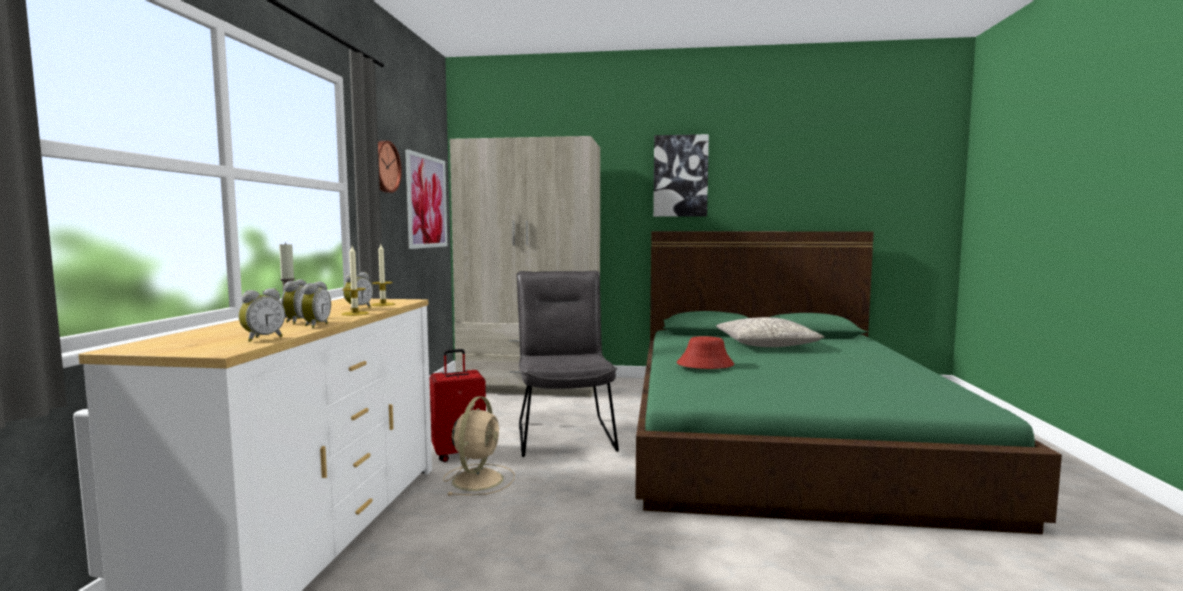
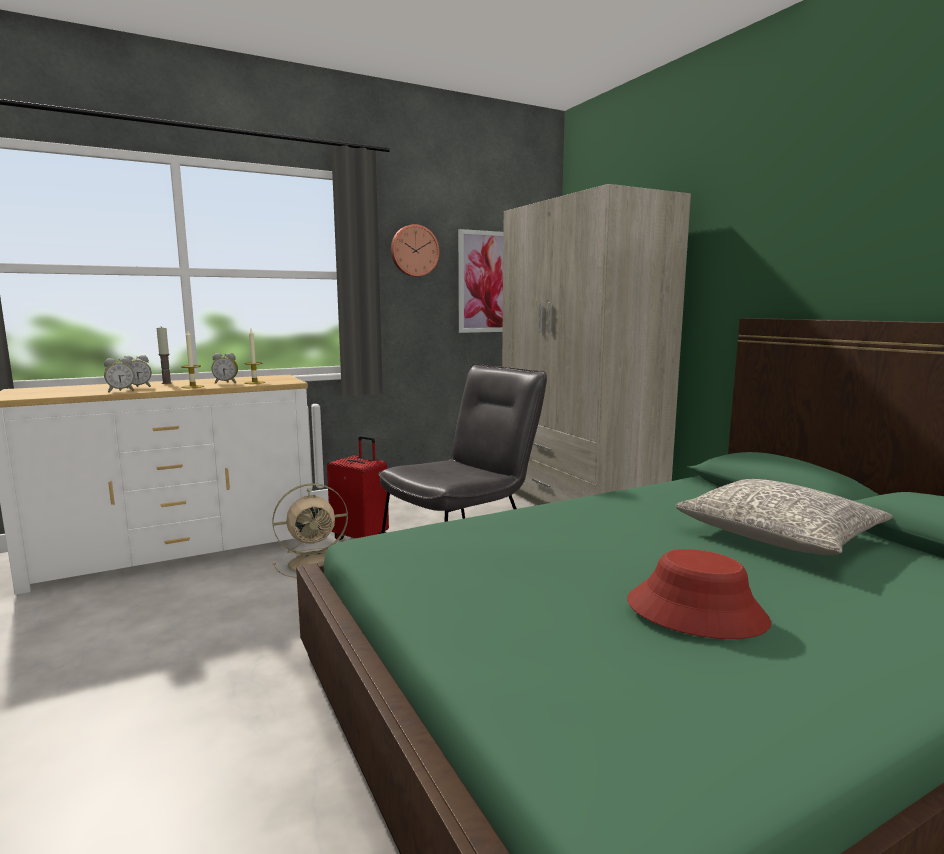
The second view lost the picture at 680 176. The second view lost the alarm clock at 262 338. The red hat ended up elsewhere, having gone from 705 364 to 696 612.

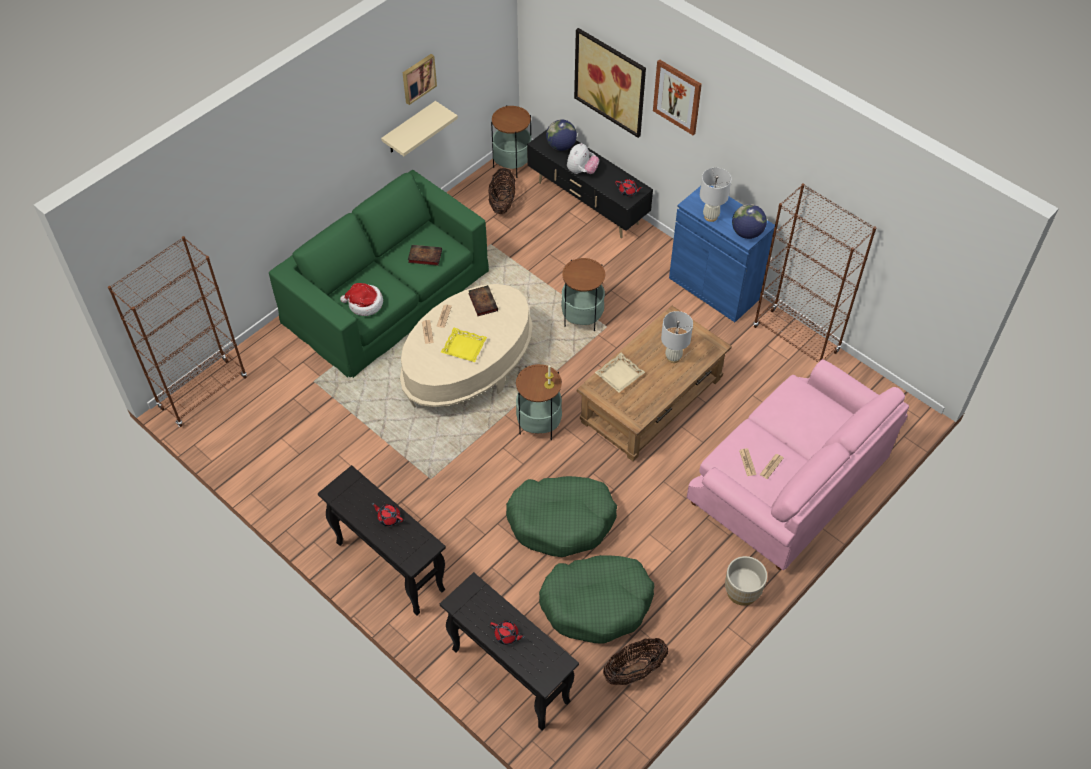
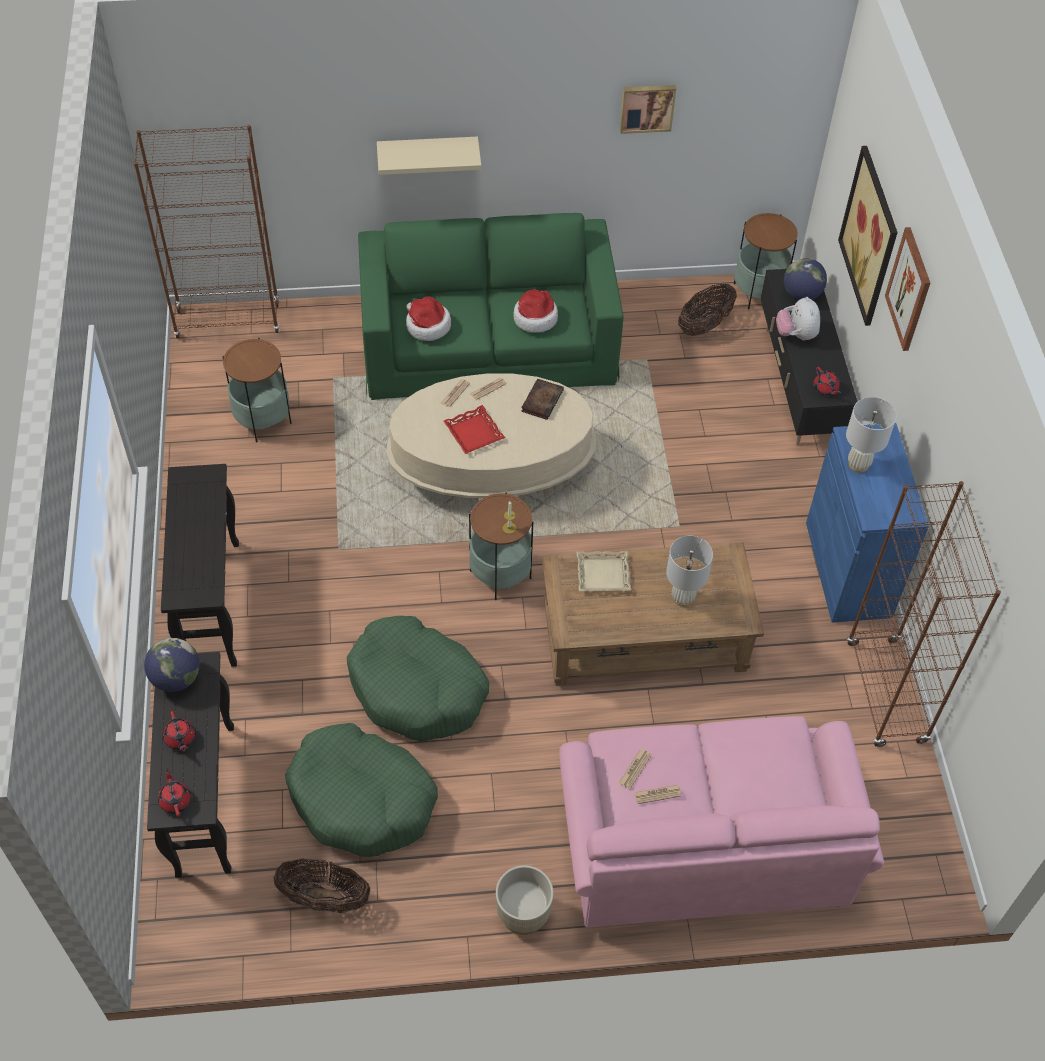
The beige shelf ended up elsewhere, having gone from 409 128 to 427 152. The plush toy at 581 171 ended up facing another way, 105 degrees clockwise from before. The globe ended up elsewhere, having gone from 747 233 to 176 678. Where the book stood at 424 256, the hat came to stand at 535 317. The side table ended up elsewhere, having gone from 582 317 to 263 420. What was the yellow tray at 464 347 turned into the red tray at 473 433. The red teapot ended up elsewhere, having gone from 388 518 to 175 800.

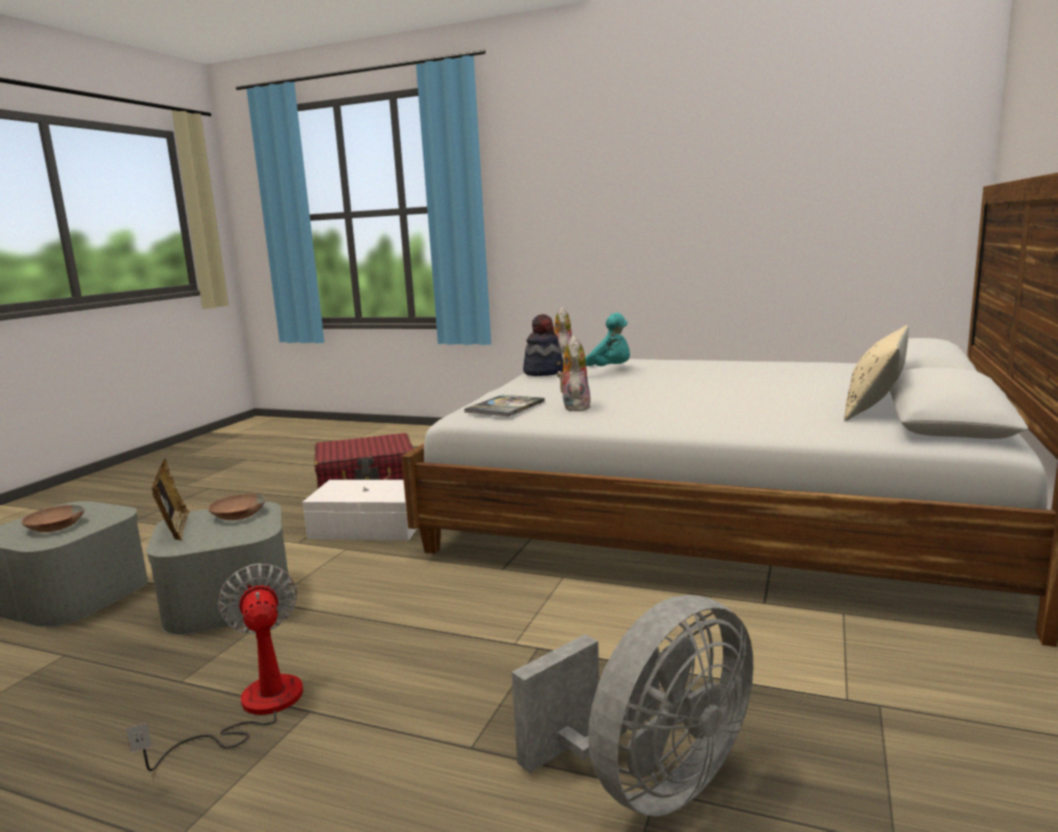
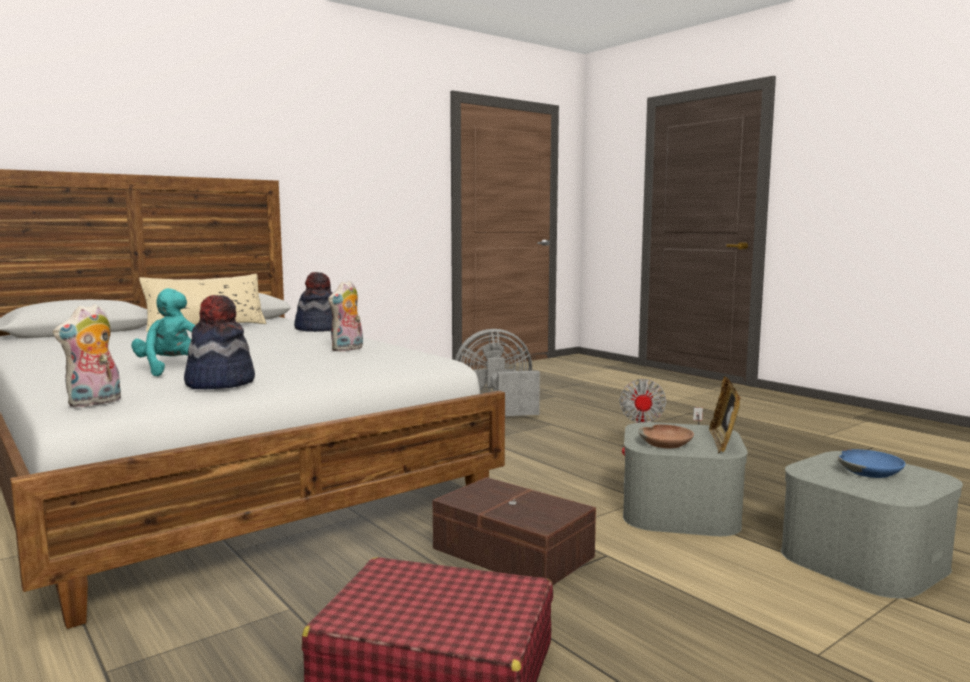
The second view lost the book at 505 407. What was the white storage box at 368 526 turned into the brown storage box at 512 554. What was the brown bowl at 54 526 turned into the blue bowl at 870 472. The second view gained the hat at 317 329.

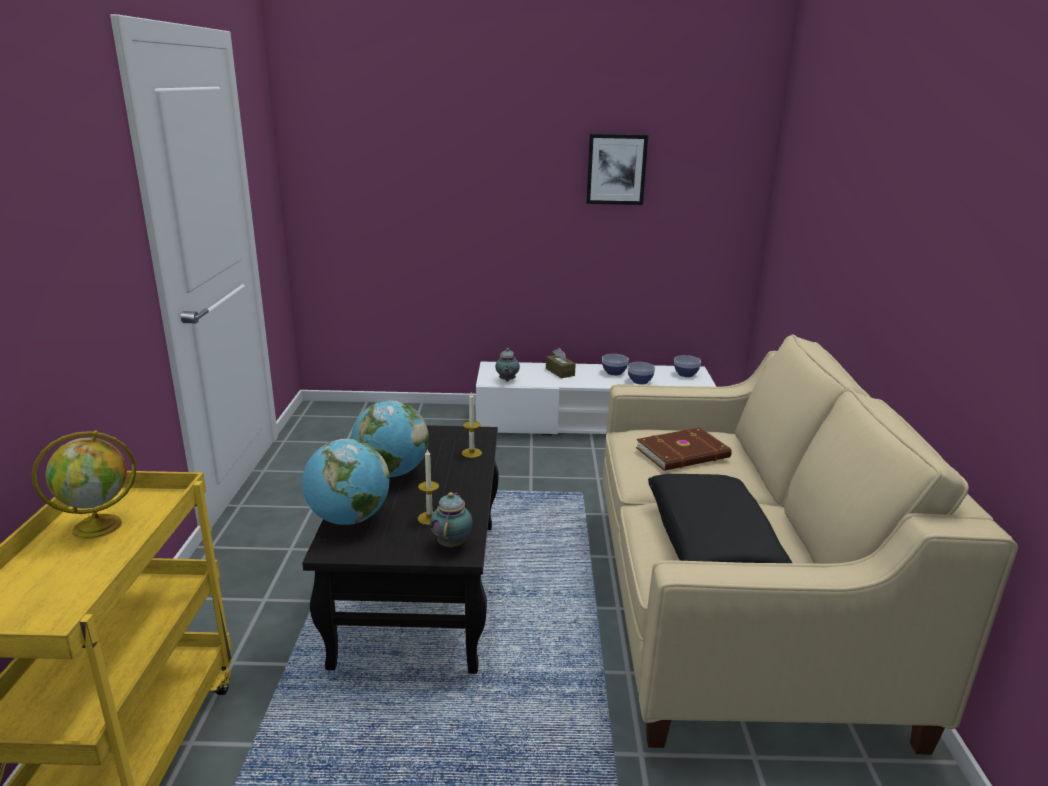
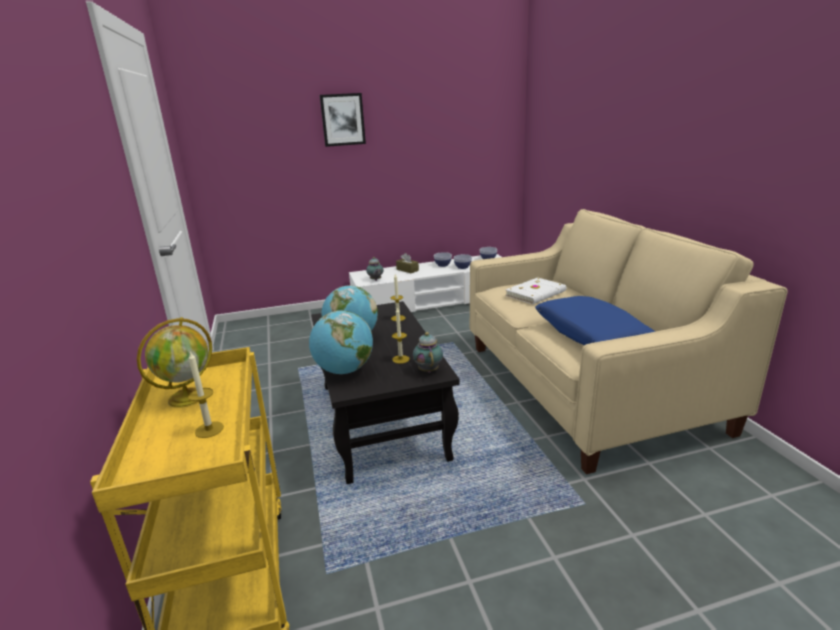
The picture ended up elsewhere, having gone from 616 169 to 342 119. What was the brown book at 684 453 turned into the white book at 536 294. What was the black pillow at 711 540 turned into the blue pillow at 591 335. The second view gained the candle at 209 429.

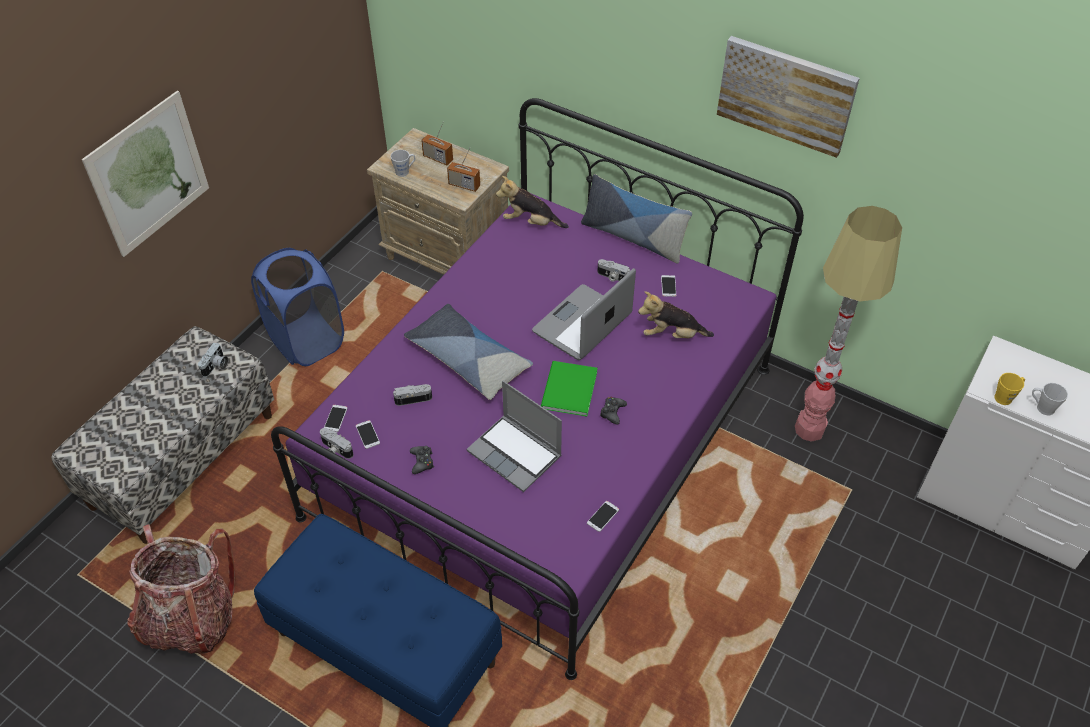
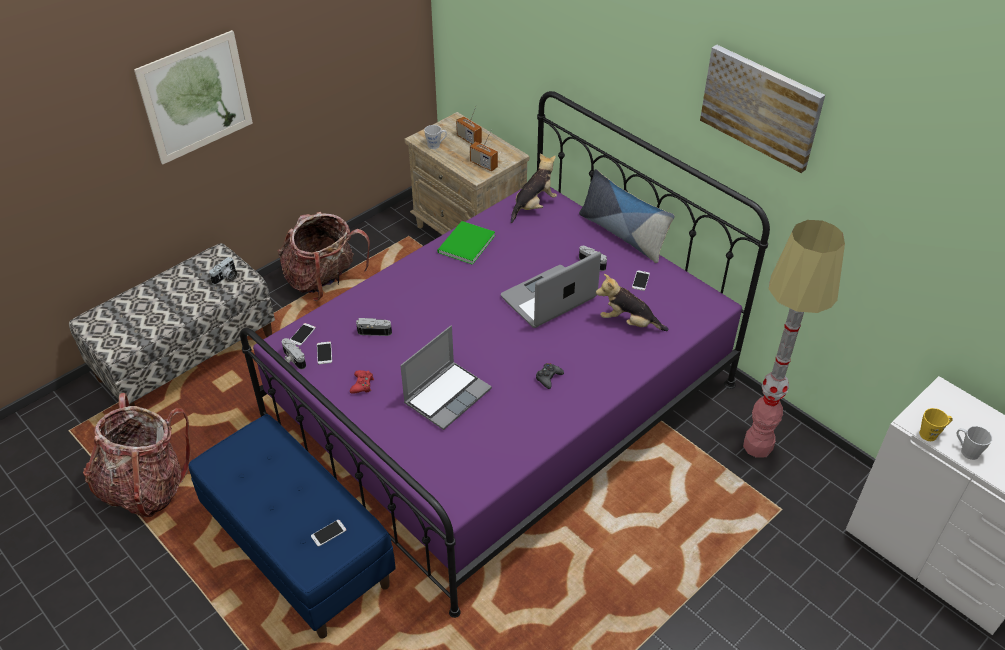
The plush toy at 531 222 ended up facing another way, 105 degrees clockwise from before. Where the blue laundry basket stood at 307 341, the backpack came to stand at 324 281. The second view lost the pillow at 468 358. The green book ended up elsewhere, having gone from 567 391 to 464 244. The laptop at 516 454 ended up facing another way, 105 degrees counterclockwise from before. What was the black game controller at 422 462 turned into the red game controller at 362 385. The phone ended up elsewhere, having gone from 603 516 to 328 533.

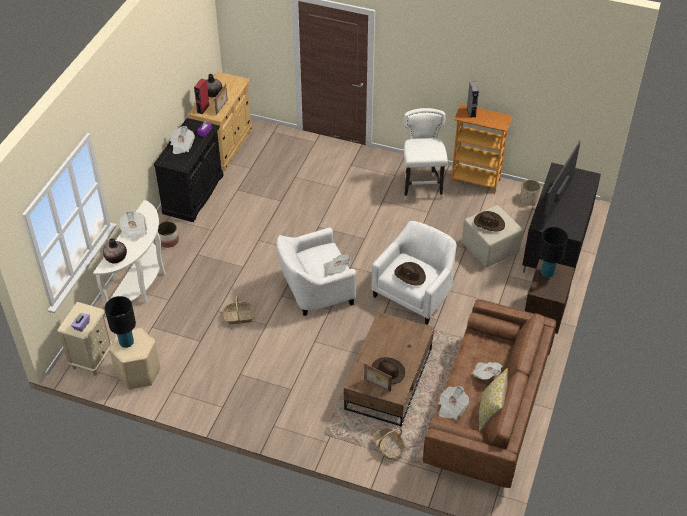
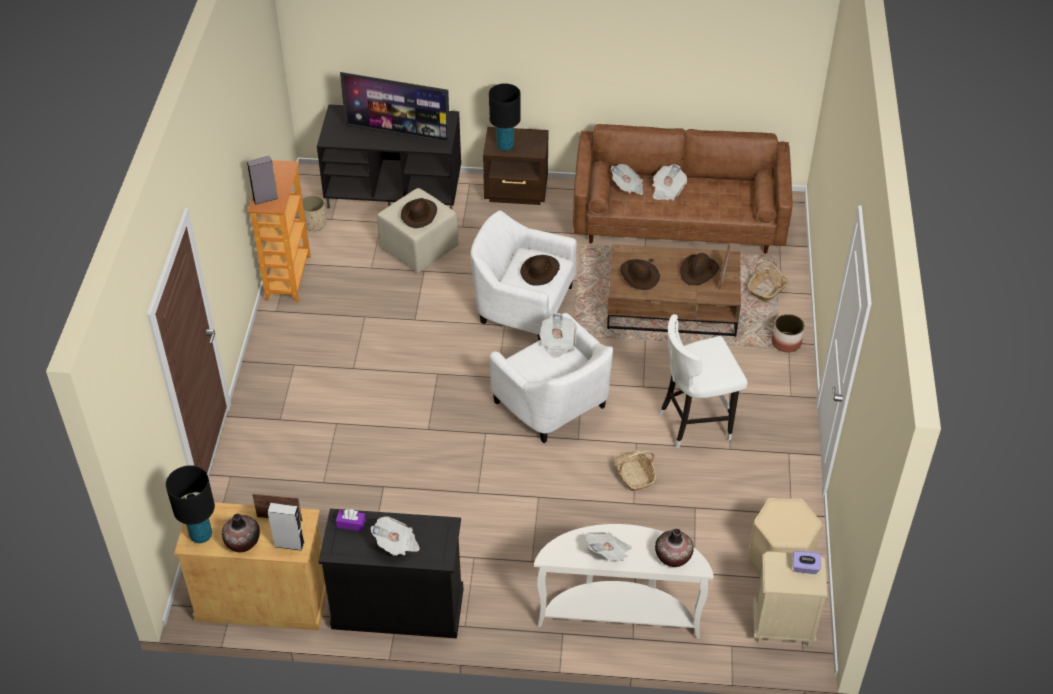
What was the red speaker at 203 109 turned into the grey speaker at 289 544. The white stool ended up elsewhere, having gone from 421 188 to 695 423. The planter ended up elsewhere, having gone from 168 241 to 786 342. The black table lamp ended up elsewhere, having gone from 126 343 to 201 535. The second view lost the pillow at 490 413. The newspaper ended up elsewhere, having gone from 451 408 to 627 187. The second view gained the brown hat at 638 276.

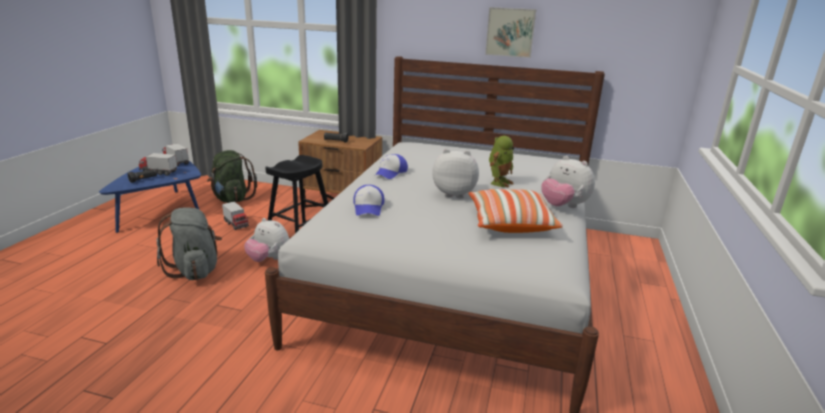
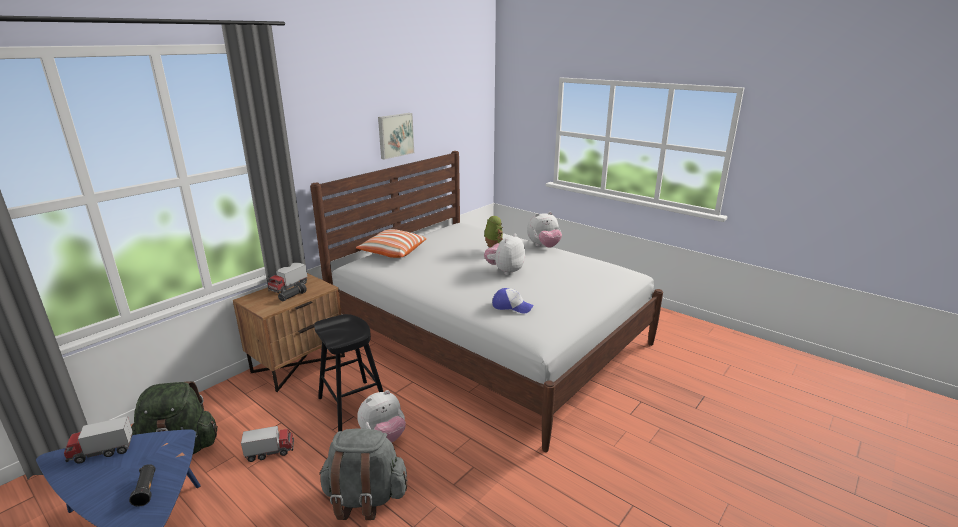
The toy truck ended up elsewhere, having gone from 159 172 to 289 287. The second view lost the cap at 391 173. The pillow ended up elsewhere, having gone from 510 223 to 392 252.

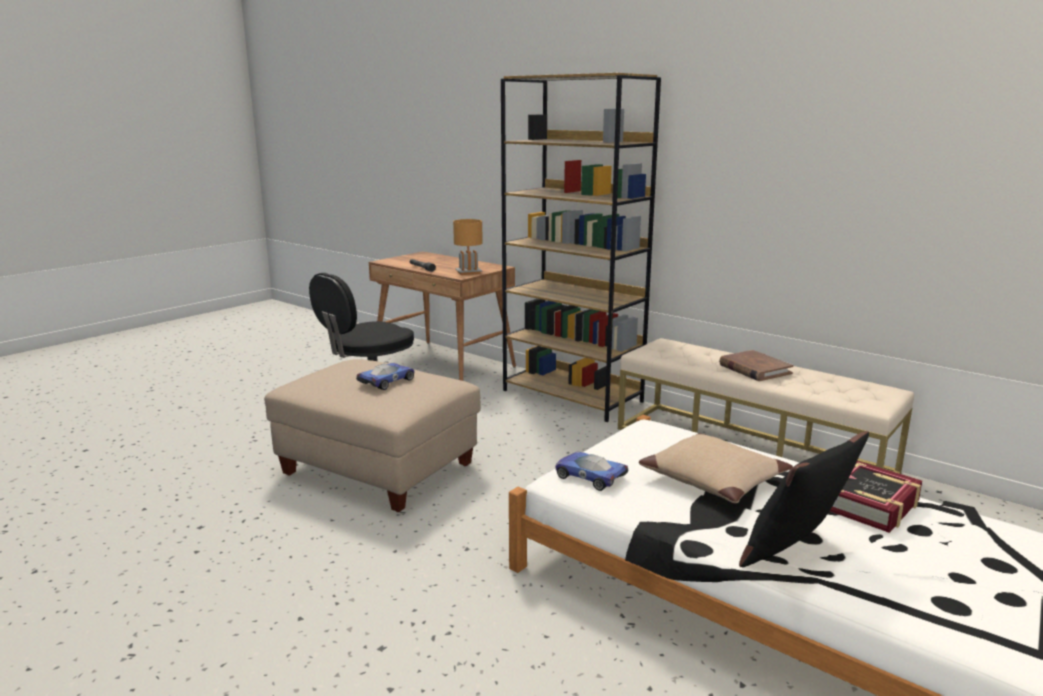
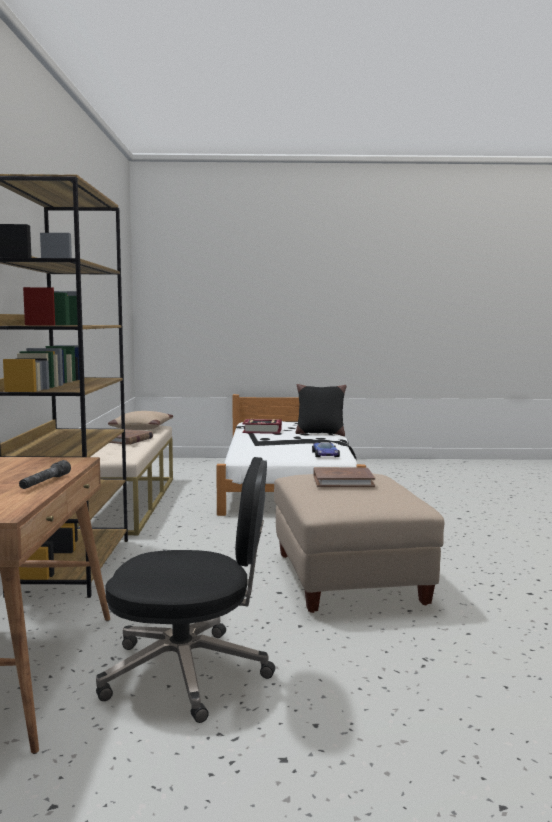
The second view lost the brown table lamp at 468 272. Where the toy car stood at 387 381, the brown book came to stand at 343 481. The beige pillow ended up elsewhere, having gone from 714 480 to 141 428.

